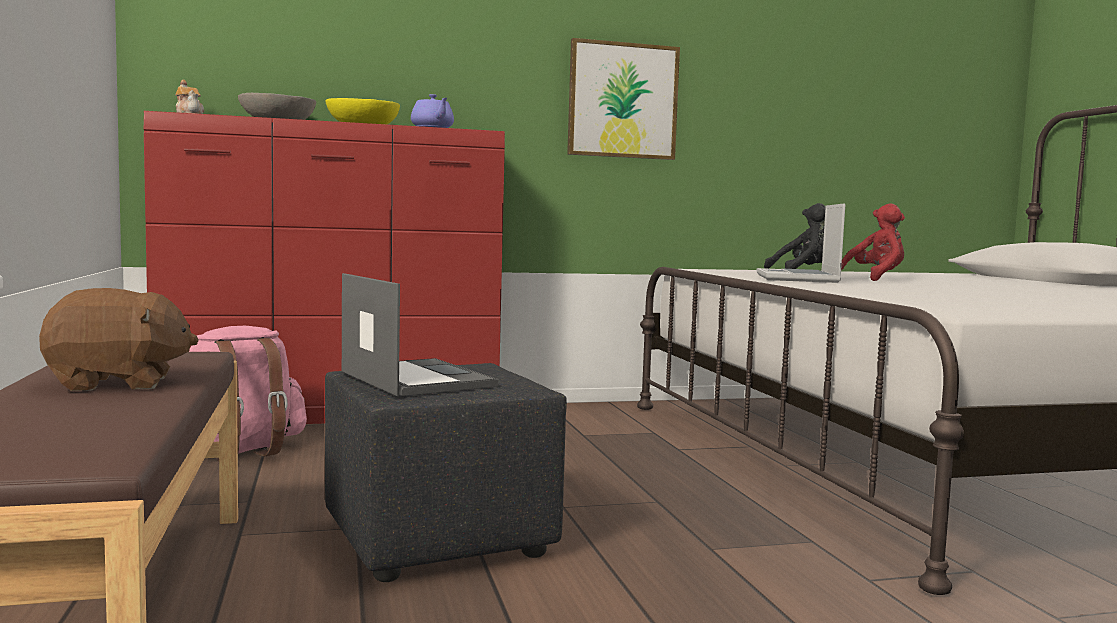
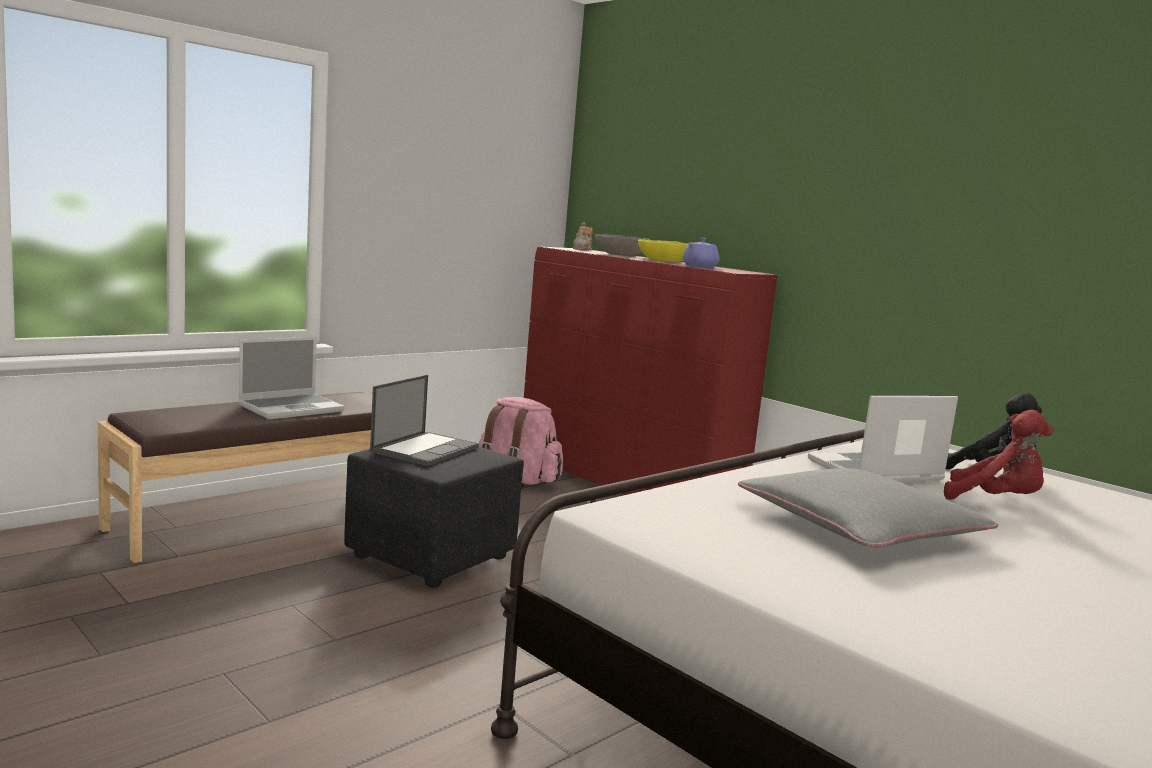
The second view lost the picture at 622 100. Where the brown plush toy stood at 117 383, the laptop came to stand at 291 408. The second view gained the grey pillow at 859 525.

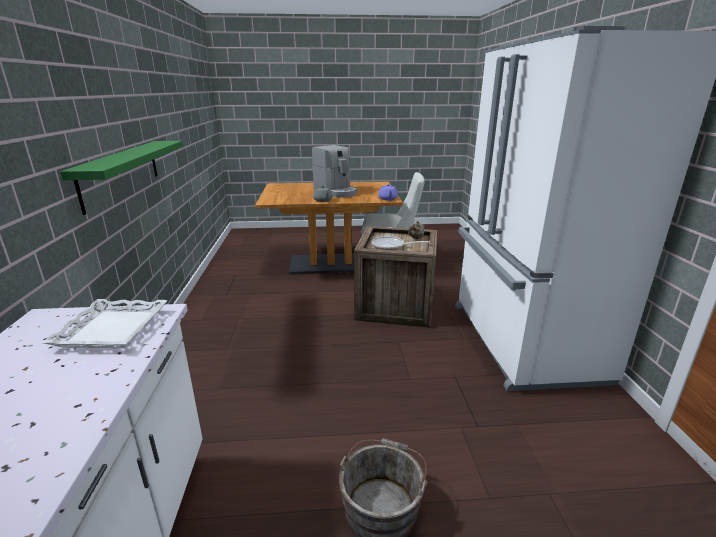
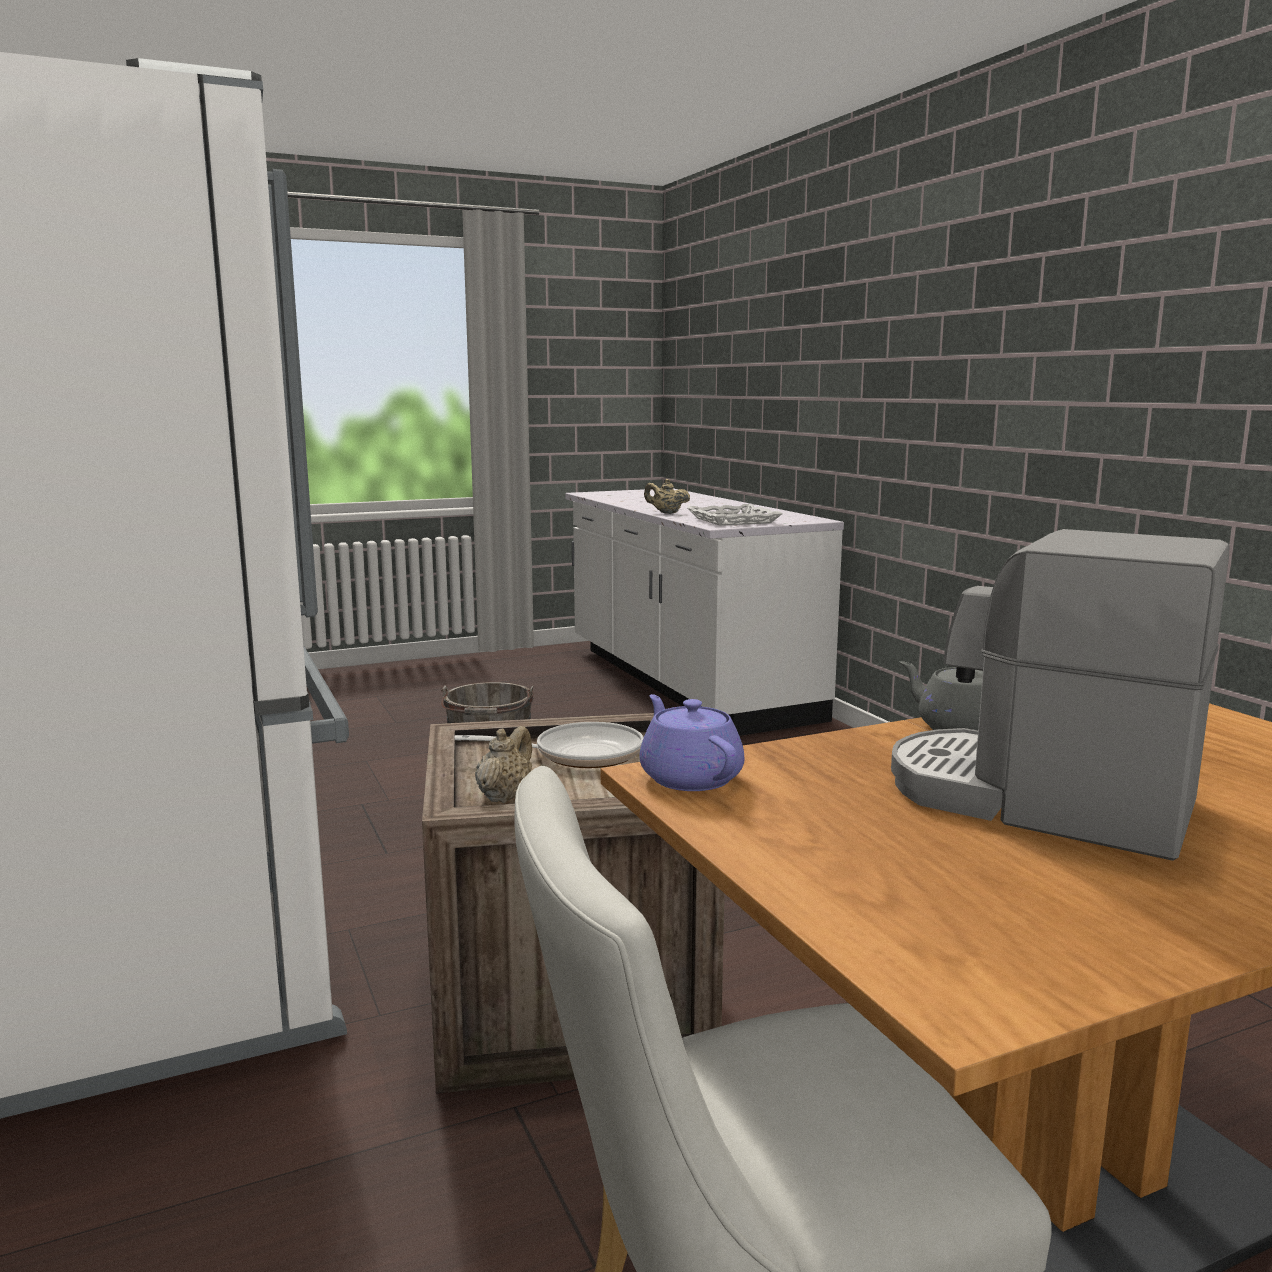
The second view lost the green shelf at 122 172. The second view gained the beige teapot at 666 513.

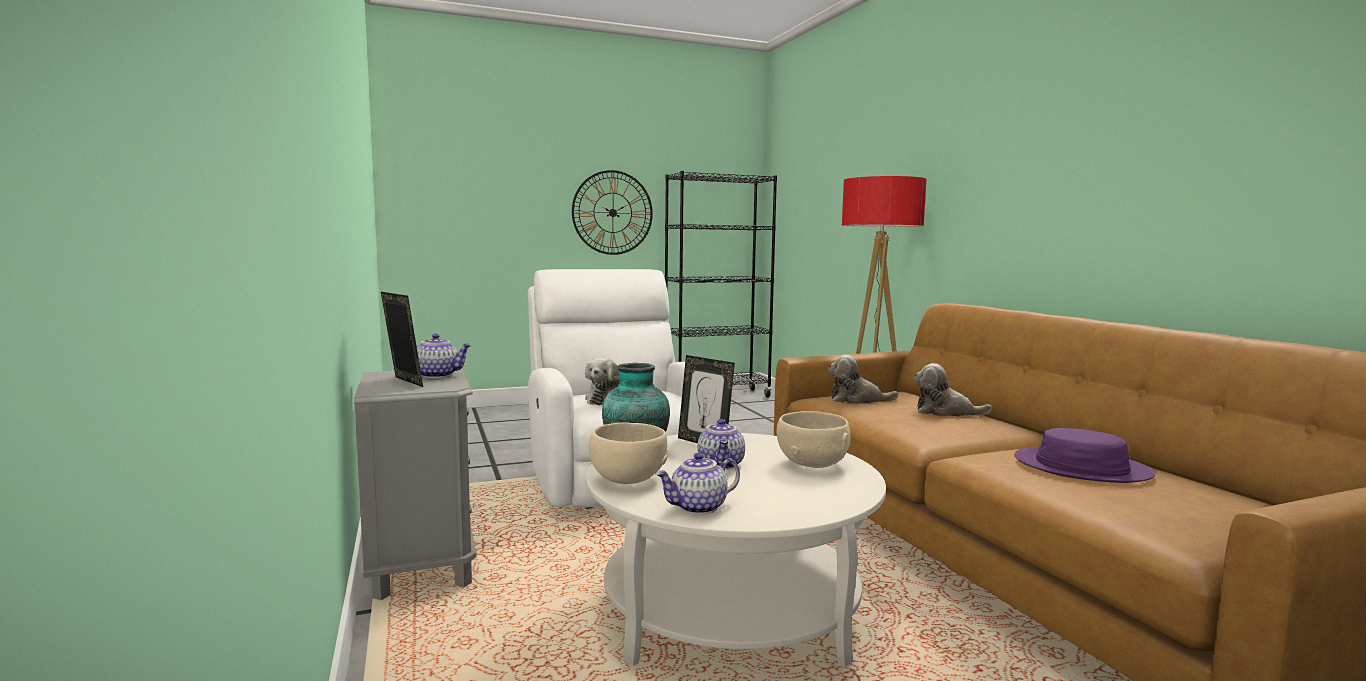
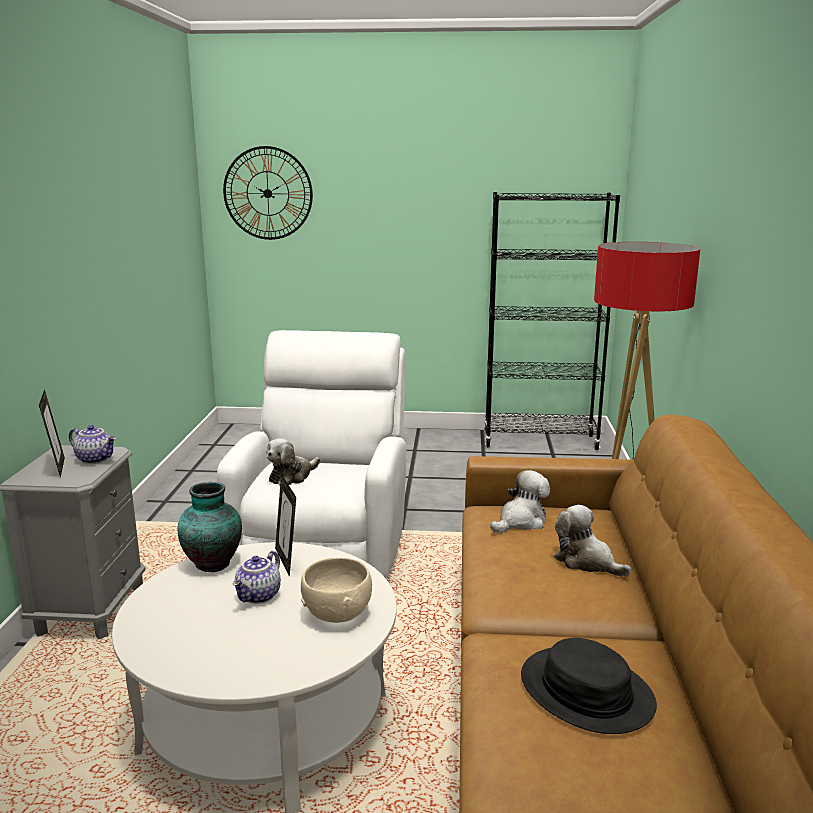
The wall clock ended up elsewhere, having gone from 612 212 to 268 193. The plush toy at 857 400 ended up facing another way, 105 degrees clockwise from before. The second view lost the beige bowl at 627 479. What was the purple hat at 1081 468 turned into the black hat at 586 691. The second view lost the teapot at 698 508.

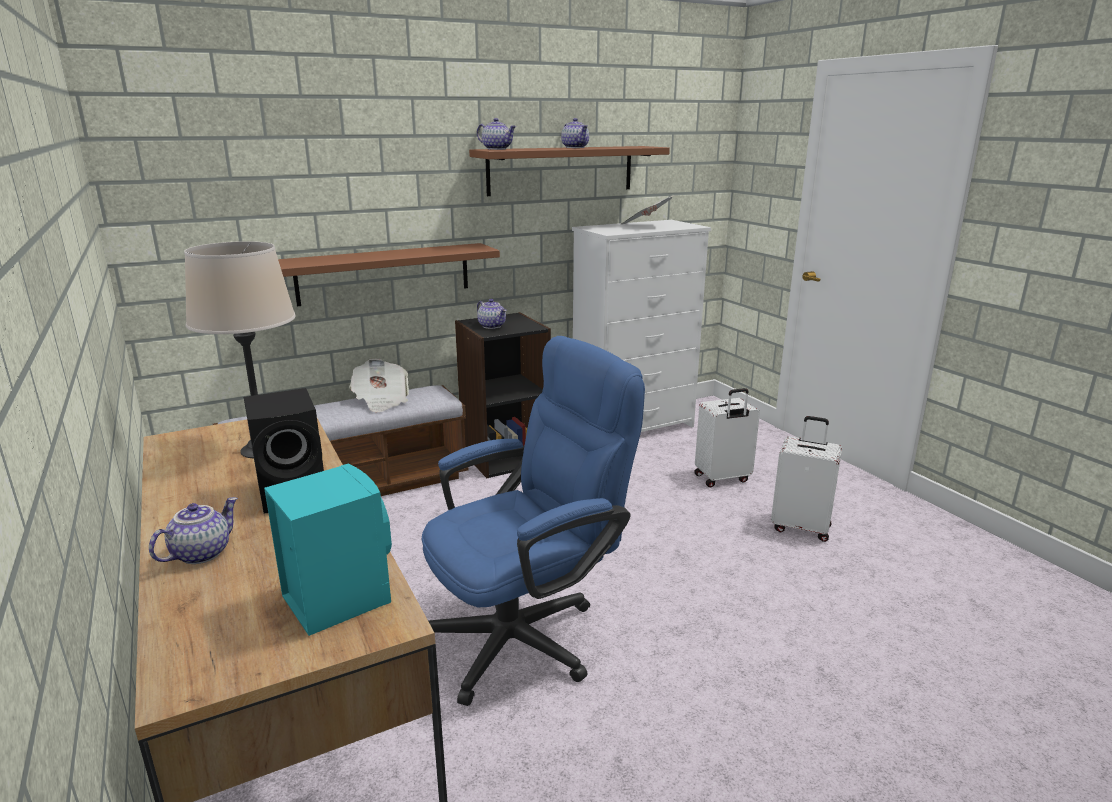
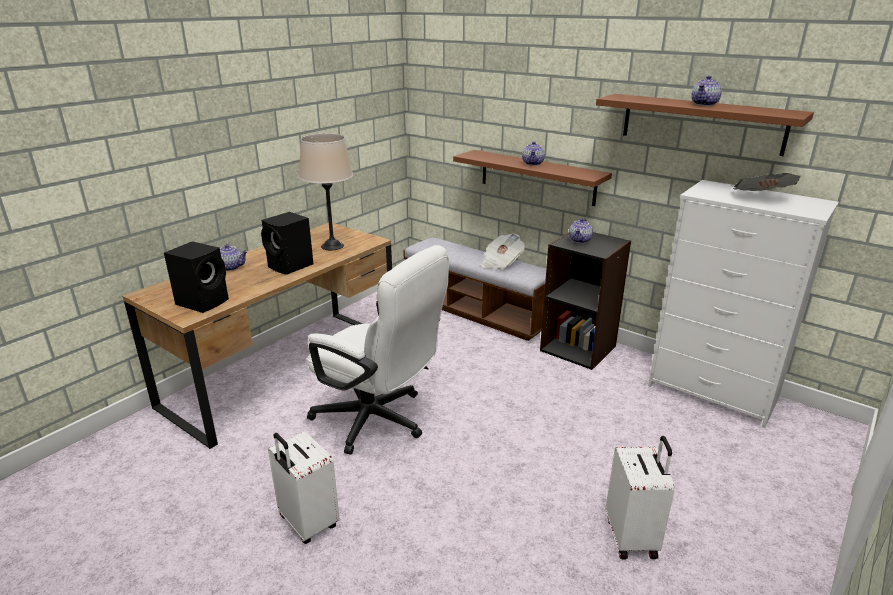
The teapot ended up elsewhere, having gone from 497 149 to 533 163. What was the blue office chair at 527 633 turned into the white office chair at 379 421. The white suitcase ended up elsewhere, having gone from 722 478 to 307 523. What was the turquoise speaker at 336 597 turned into the black speaker at 204 301.

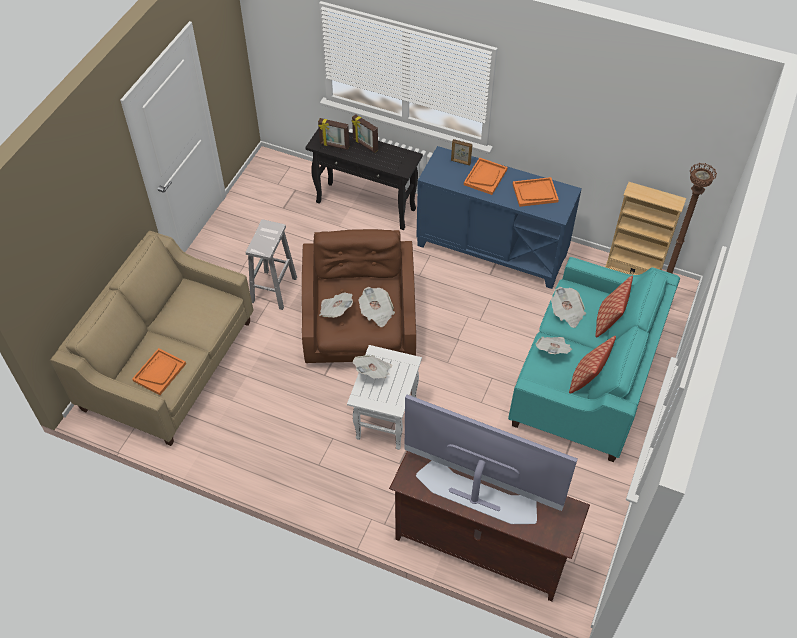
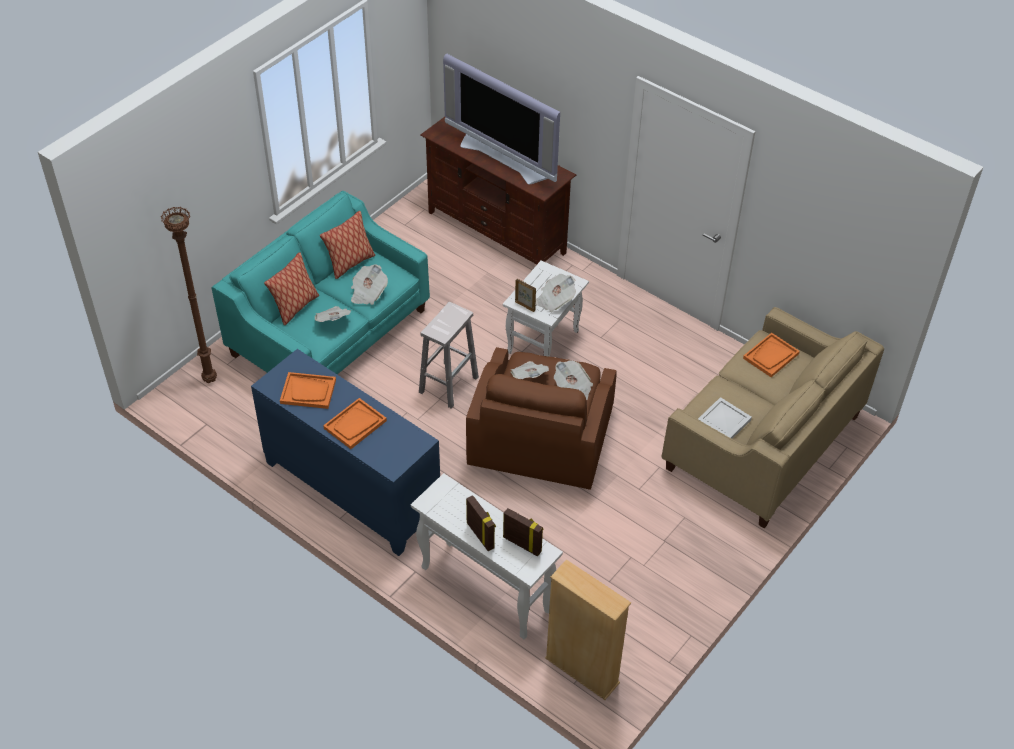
What was the black console table at 366 206 turned into the white console table at 484 589. The picture frame ended up elsewhere, having gone from 460 162 to 525 306. The beige bookcase ended up elsewhere, having gone from 633 270 to 581 671. The white stool ended up elsewhere, having gone from 273 290 to 449 384. The second view gained the white tray at 724 421.

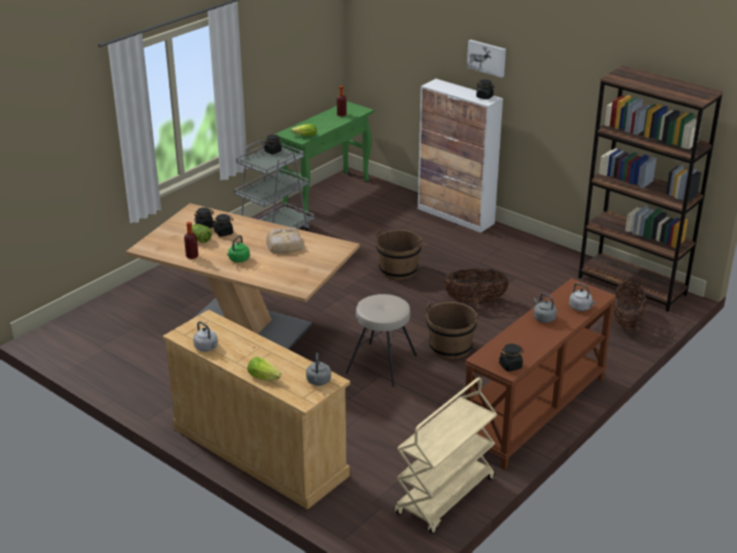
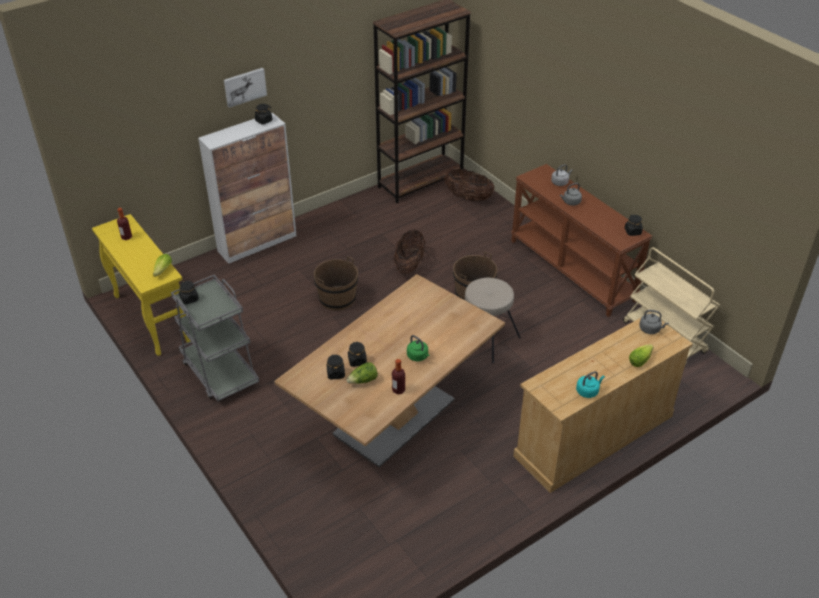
What was the green console table at 327 192 turned into the yellow console table at 151 318. The second view lost the bread at 284 244. What was the grey kettle at 207 348 turned into the turquoise kettle at 588 391.

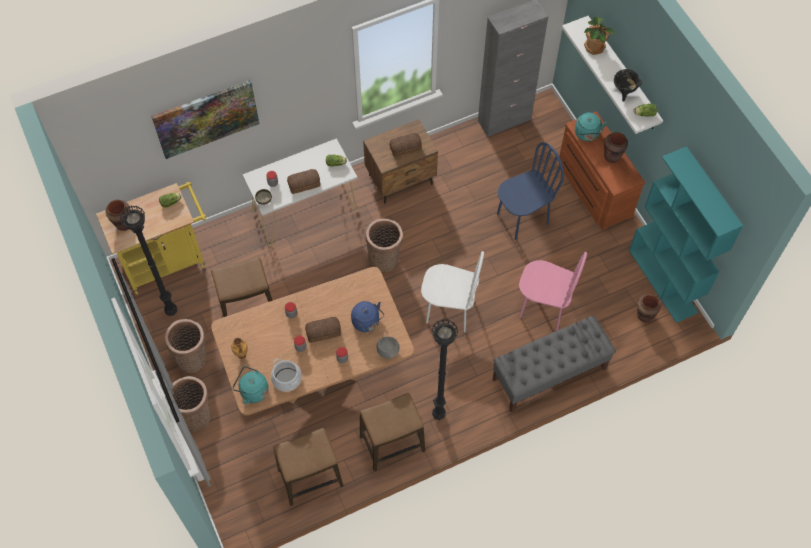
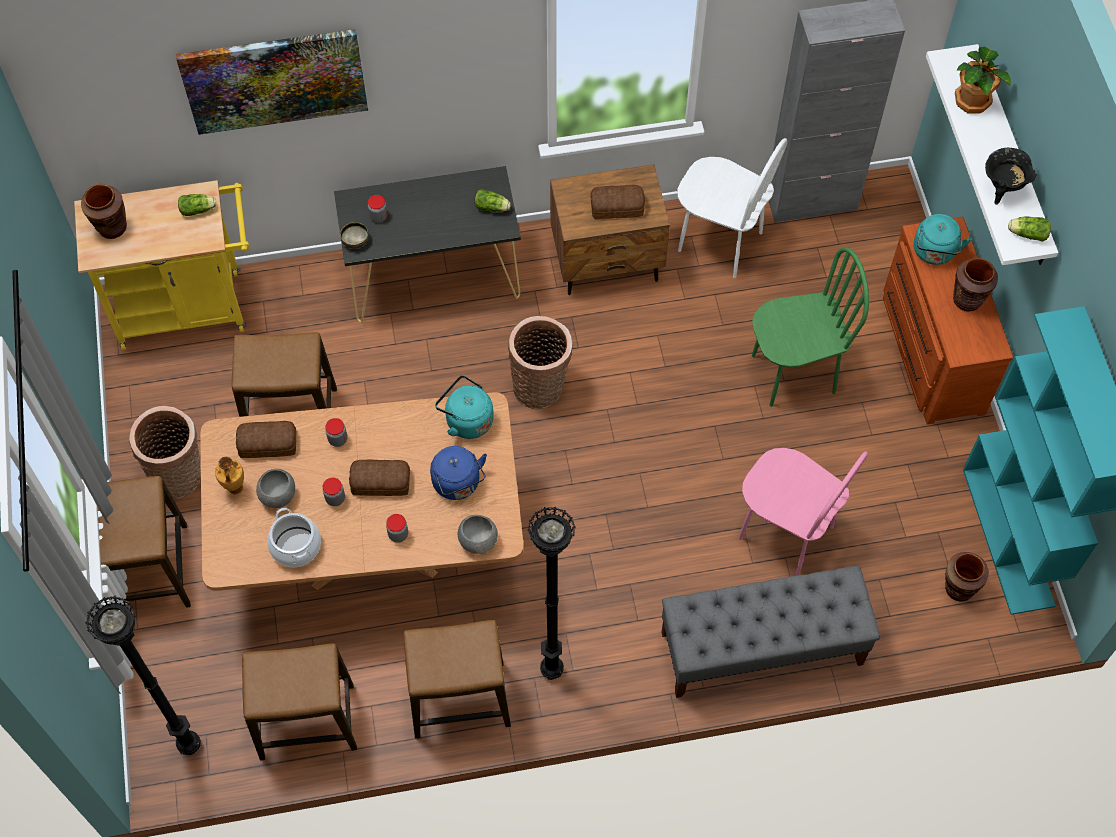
What was the white console table at 305 211 turned into the black console table at 434 277. What was the blue chair at 522 218 turned into the green chair at 793 373. The bread ended up elsewhere, having gone from 304 184 to 269 445. The black floor lamp ended up elsewhere, having gone from 172 312 to 191 747. The white chair ended up elsewhere, having gone from 449 311 to 719 242. The turquoise kettle ended up elsewhere, having gone from 252 391 to 466 420. Where the basket stood at 196 414, the stool came to stand at 155 569. The second view gained the grey bowl at 279 495.

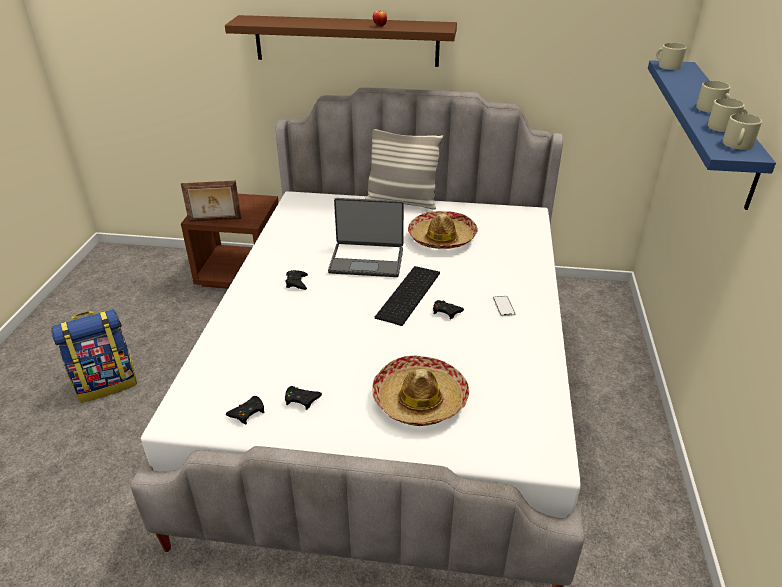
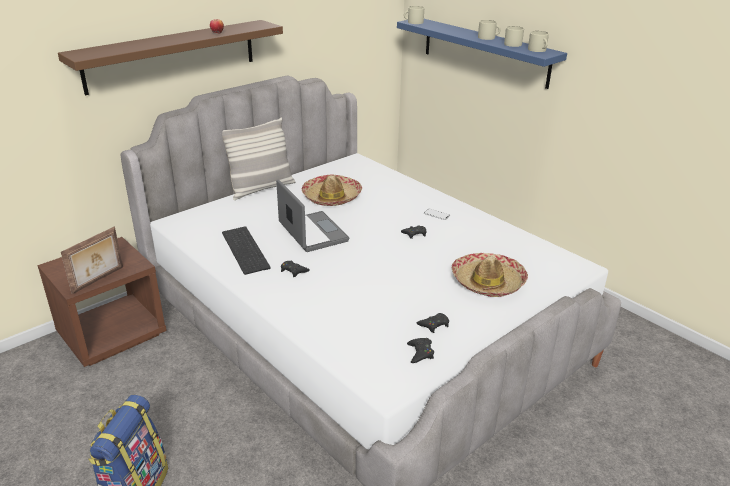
The laptop at 367 260 ended up facing another way, 75 degrees counterclockwise from before. The keyboard ended up elsewhere, having gone from 410 296 to 247 250.

